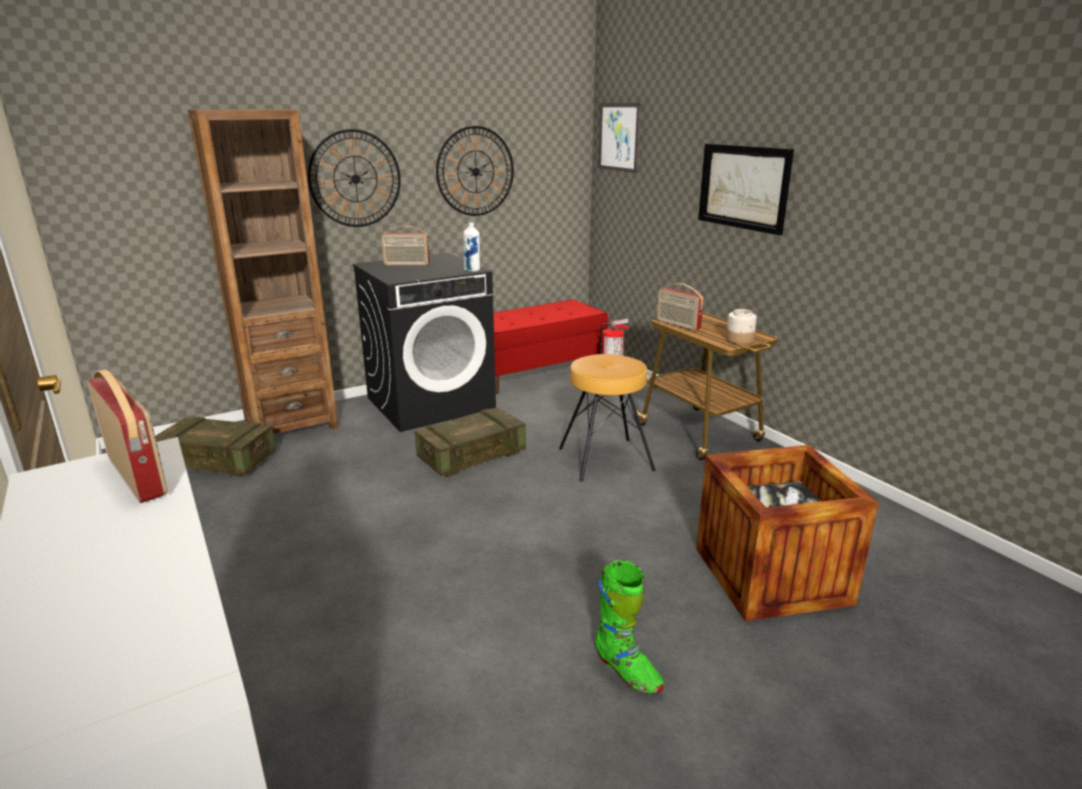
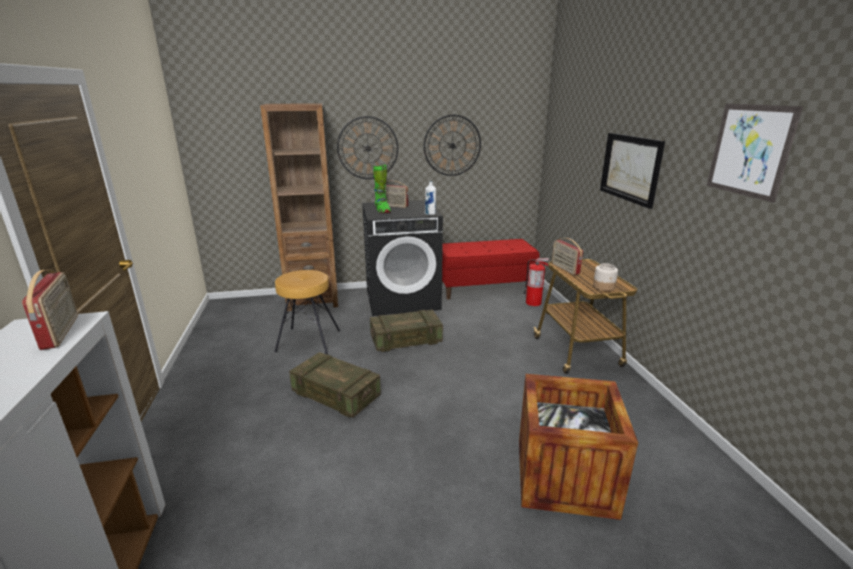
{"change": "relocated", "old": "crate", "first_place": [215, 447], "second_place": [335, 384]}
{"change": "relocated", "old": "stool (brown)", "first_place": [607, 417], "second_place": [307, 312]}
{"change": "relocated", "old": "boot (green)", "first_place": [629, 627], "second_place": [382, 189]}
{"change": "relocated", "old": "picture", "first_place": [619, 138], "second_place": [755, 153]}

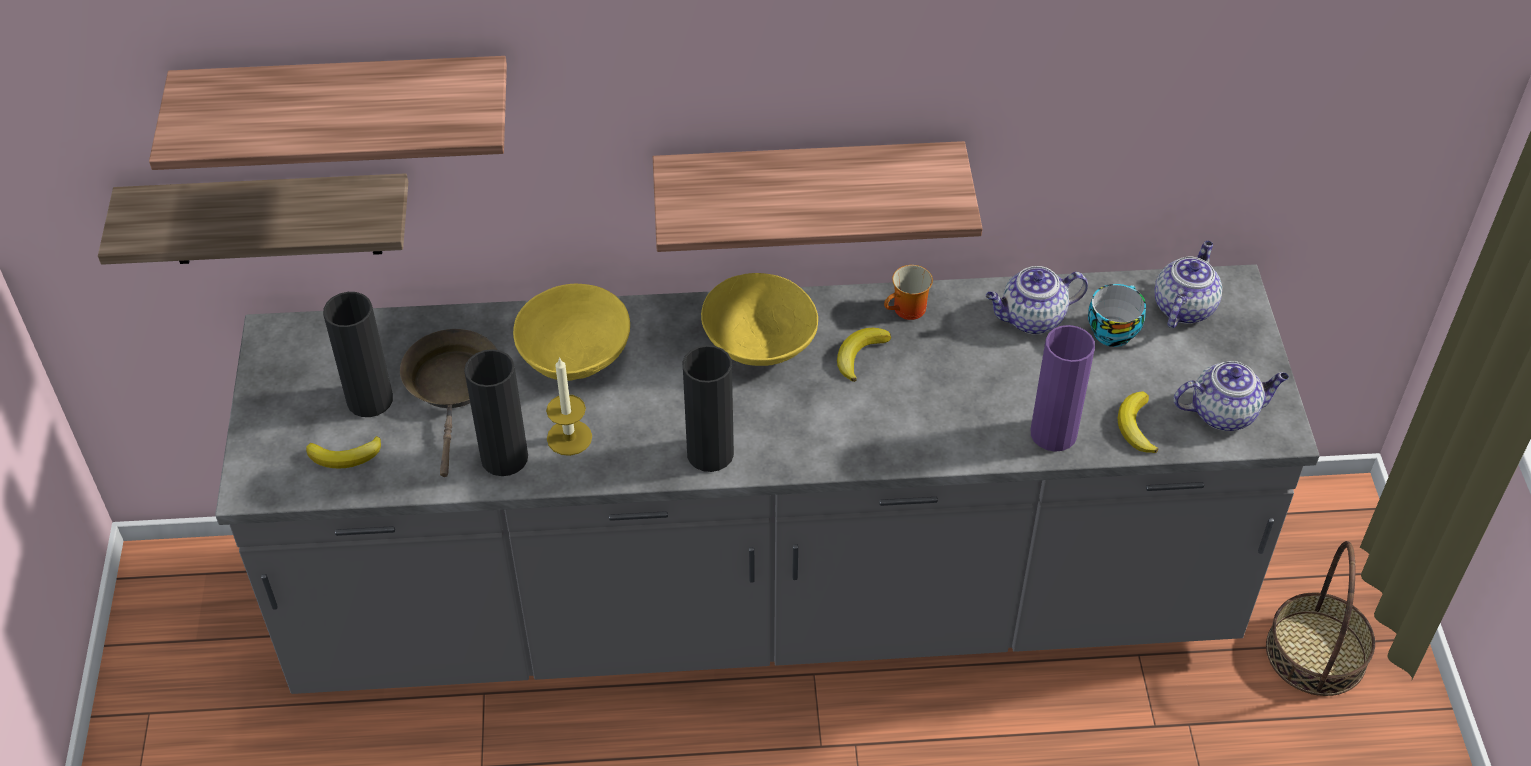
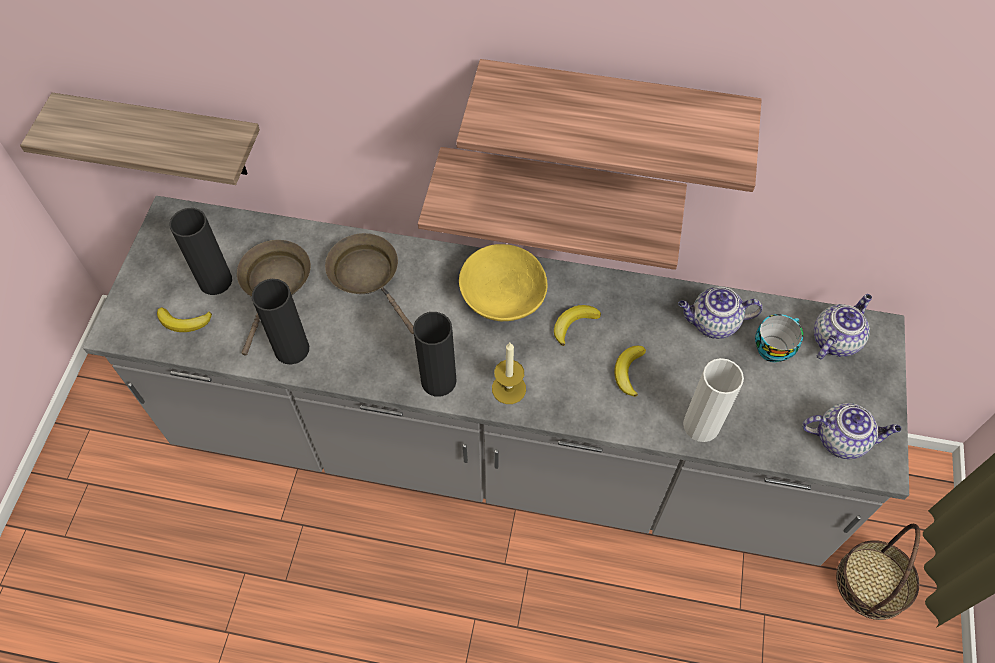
{"change": "relocated", "old": "shelf", "first_place": [328, 113], "second_place": [609, 125]}
{"change": "exchanged", "old": "bowl (yellow)", "new": "frying pan (brown)", "first_place": [571, 332], "second_place": [369, 283]}
{"change": "relocated", "old": "candle", "first_place": [569, 406], "second_place": [509, 373]}
{"change": "missing", "old": "mug", "first_place": [908, 292]}
{"change": "colour", "old": "vase (purple)", "new": "vase (white)", "first_place": [1063, 388], "second_place": [713, 400]}
{"change": "relocated", "old": "banana", "first_place": [1138, 422], "second_place": [630, 371]}

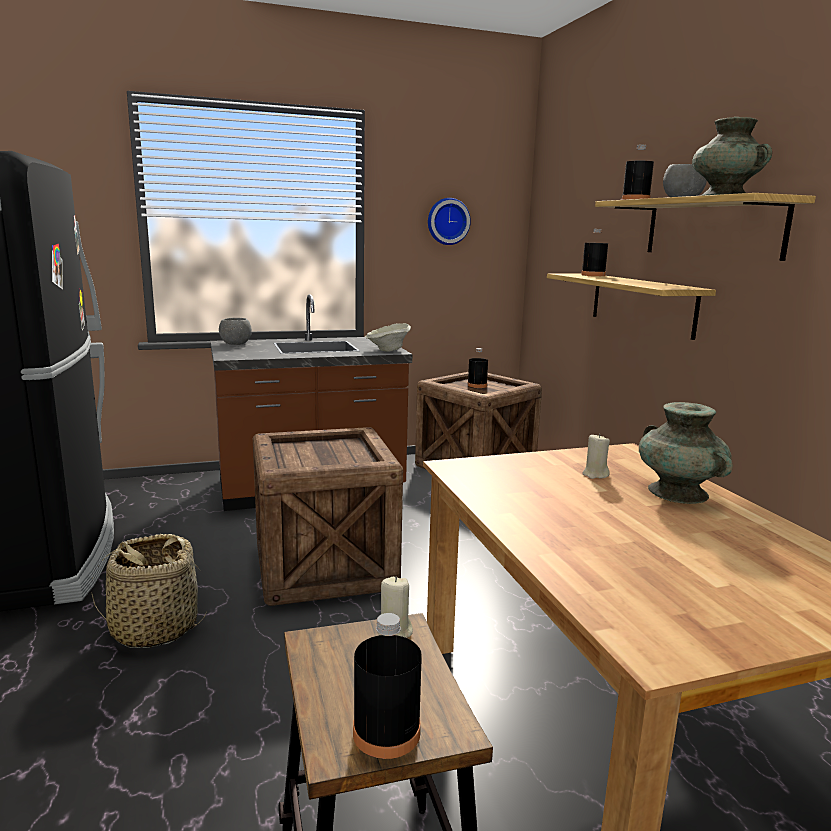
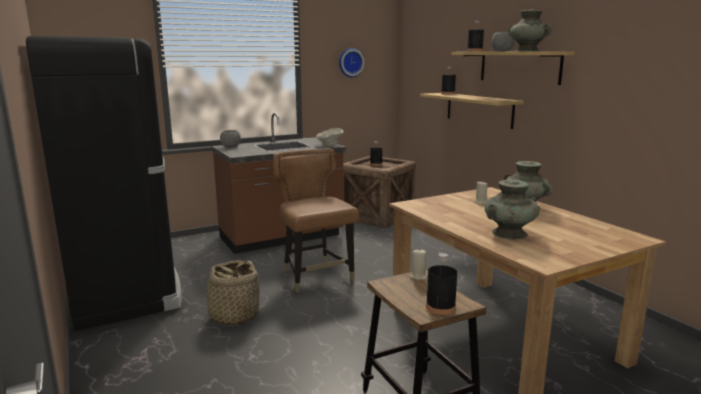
{"change": "exchanged", "old": "crate", "new": "chair (brown)", "first_place": [328, 516], "second_place": [316, 221]}
{"change": "appeared", "new": "vase (turquoise)", "second_place": [512, 209]}

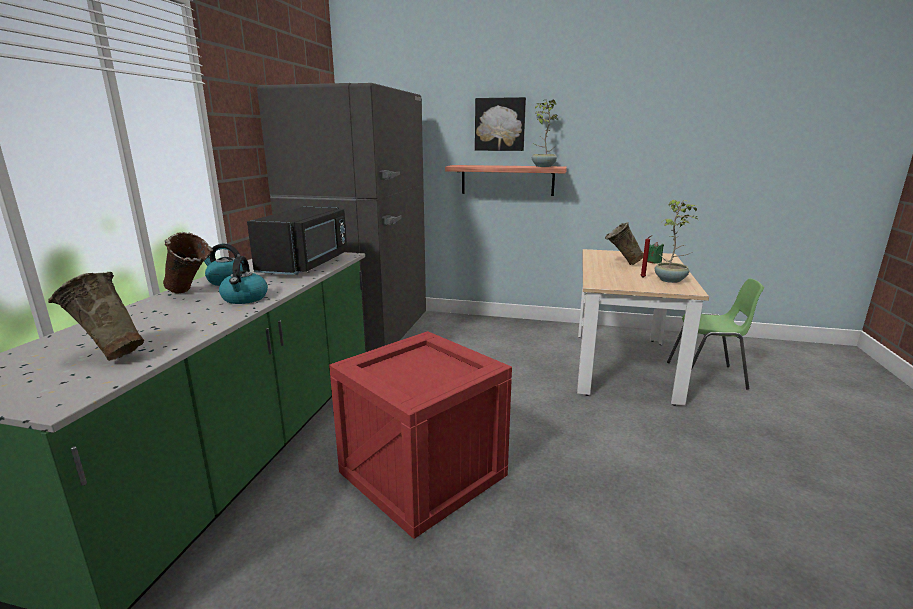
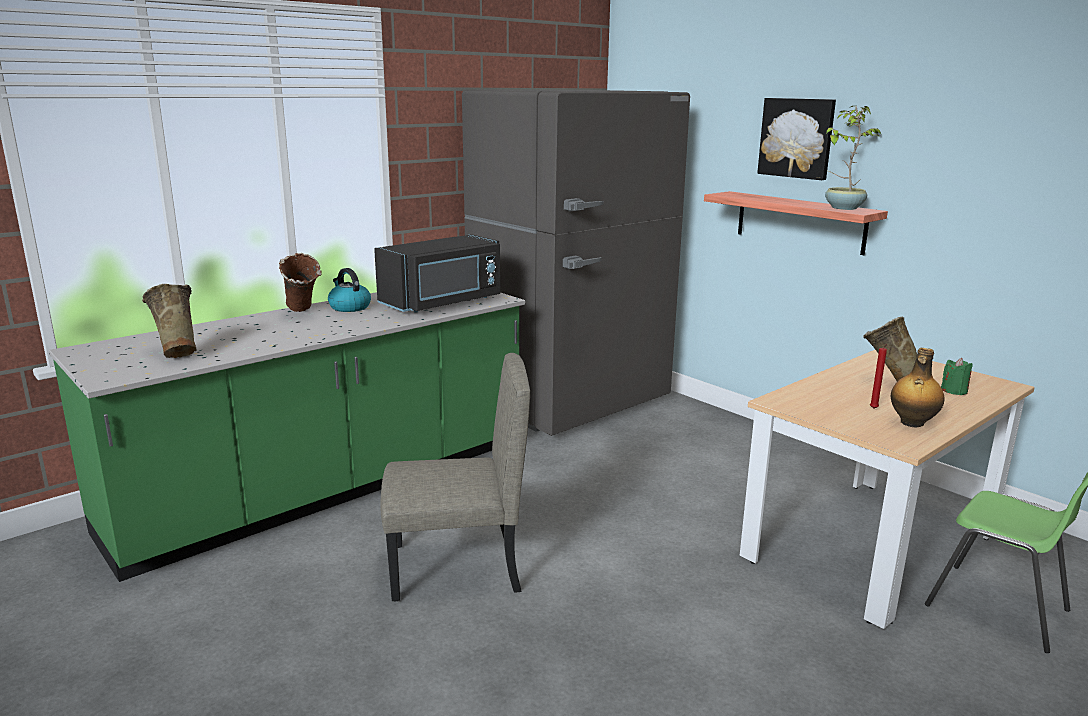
{"change": "missing", "old": "kettle", "first_place": [243, 280]}
{"change": "exchanged", "old": "crate", "new": "chair (beige)", "first_place": [420, 435], "second_place": [455, 477]}
{"change": "exchanged", "old": "potted plant", "new": "bottle", "first_place": [676, 241], "second_place": [918, 387]}

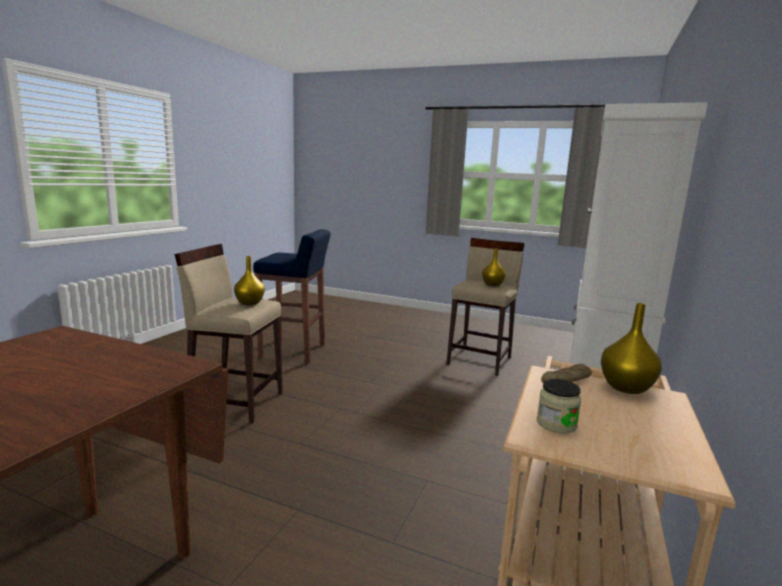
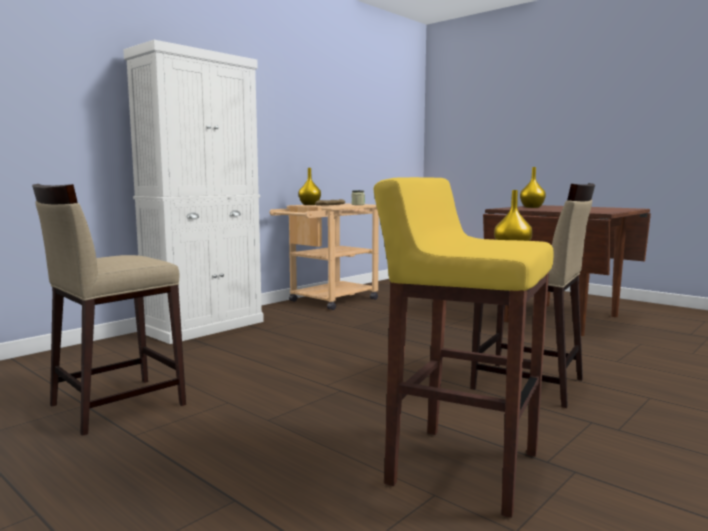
{"change": "colour", "old": "stool (blue)", "new": "stool (yellow)", "first_place": [292, 296], "second_place": [463, 347]}
{"change": "relocated", "old": "vase (yellow)", "first_place": [494, 267], "second_place": [533, 187]}

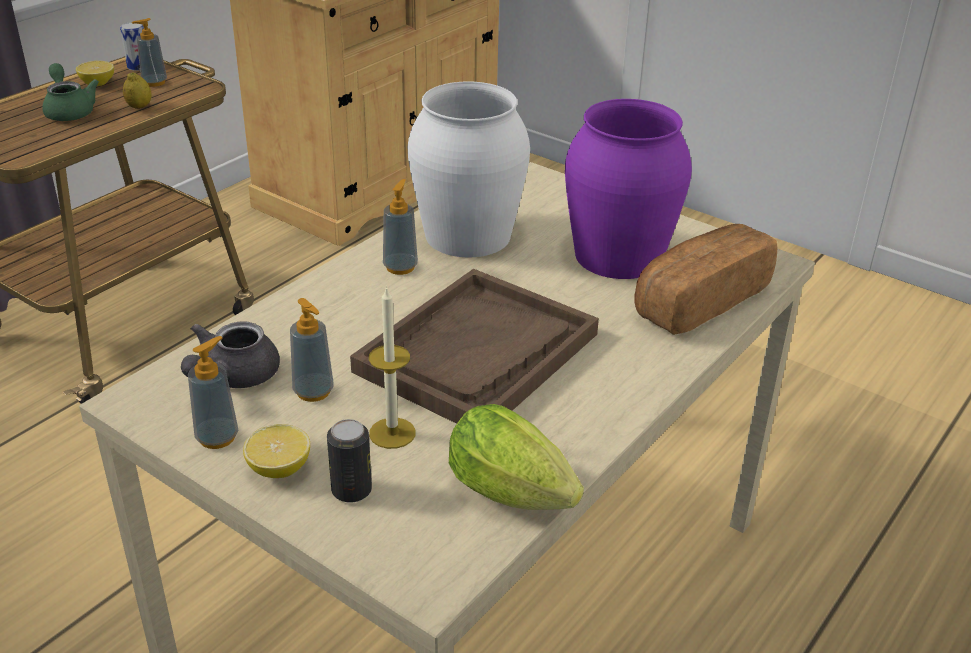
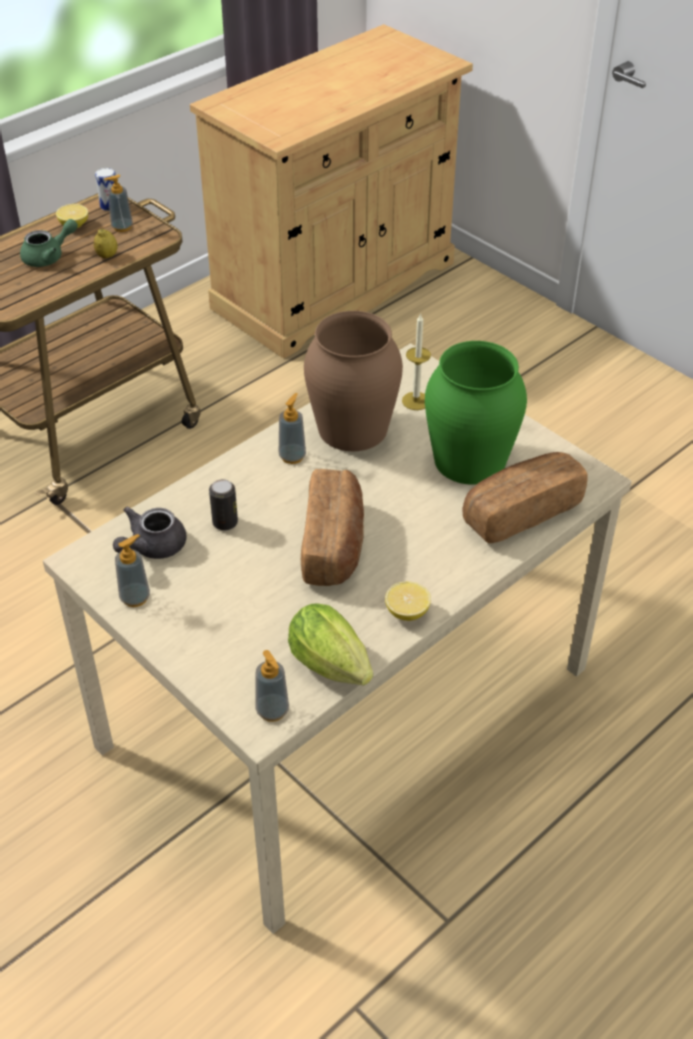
{"change": "spun", "old": "teapot (green)", "first_place": [70, 92], "second_place": [49, 243], "degrees": 75}
{"change": "relocated", "old": "lemon", "first_place": [276, 451], "second_place": [408, 601]}
{"change": "relocated", "old": "soap dispenser", "first_place": [311, 350], "second_place": [272, 686]}
{"change": "relocated", "old": "can", "first_place": [349, 461], "second_place": [223, 505]}
{"change": "exchanged", "old": "tray (brown)", "new": "bread", "first_place": [474, 346], "second_place": [332, 527]}
{"change": "relocated", "old": "candle", "first_place": [392, 367], "second_place": [416, 361]}
{"change": "colour", "old": "vase (white)", "new": "vase (brown)", "first_place": [469, 169], "second_place": [353, 381]}
{"change": "colour", "old": "vase (purple)", "new": "vase (green)", "first_place": [628, 189], "second_place": [476, 413]}

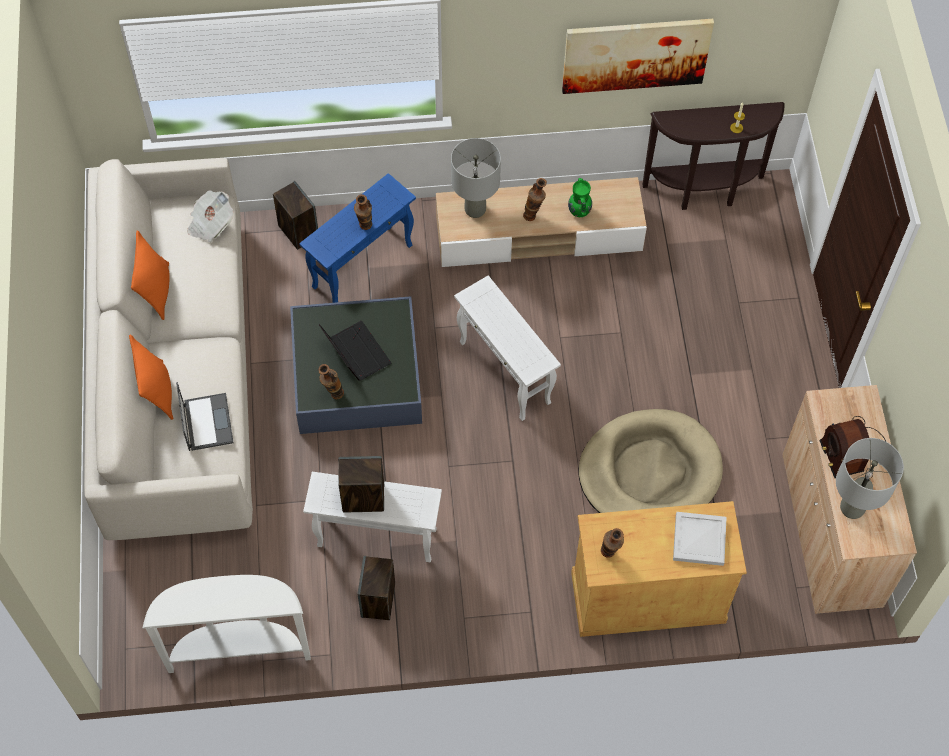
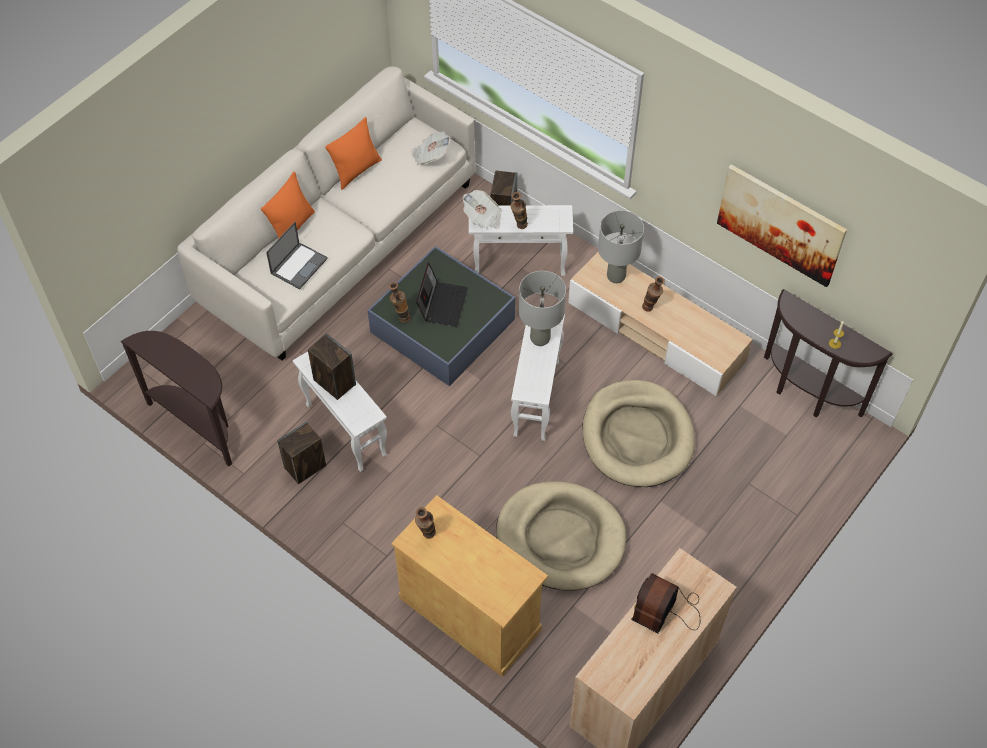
{"change": "colour", "old": "console table (white)", "new": "console table (brown)", "first_place": [227, 624], "second_place": [176, 398]}
{"change": "colour", "old": "side table (blue)", "new": "side table (white)", "first_place": [357, 238], "second_place": [521, 240]}
{"change": "missing", "old": "vase (green)", "first_place": [580, 197]}
{"change": "missing", "old": "tray (white)", "first_place": [700, 539]}
{"change": "relocated", "old": "table lamp (grey)", "first_place": [870, 478], "second_place": [542, 308]}
{"change": "appeared", "new": "newspaper", "second_place": [482, 209]}
{"change": "appeared", "new": "dog bed (beige)", "second_place": [639, 433]}

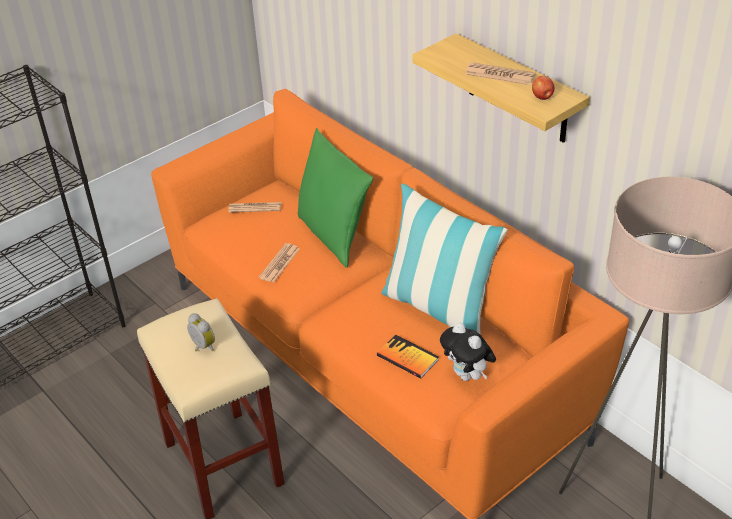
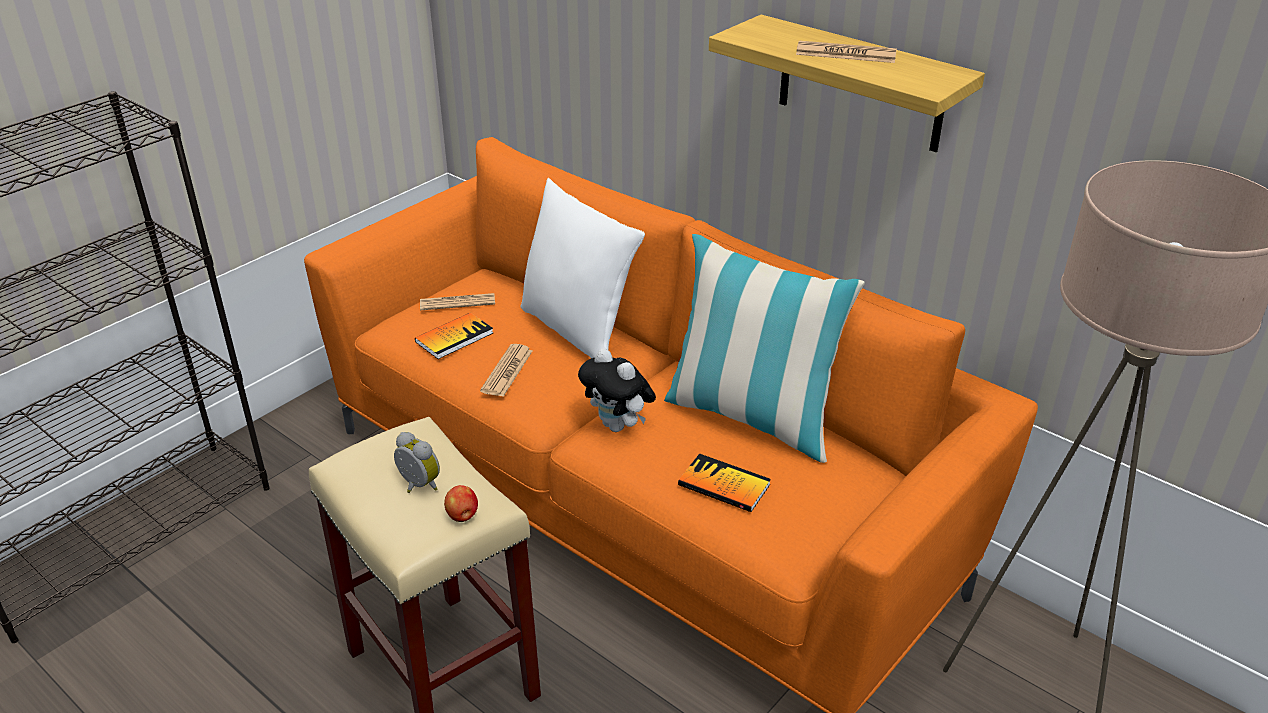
{"change": "colour", "old": "pillow (green)", "new": "pillow (white)", "first_place": [335, 198], "second_place": [583, 268]}
{"change": "relocated", "old": "plush toy", "first_place": [468, 351], "second_place": [617, 390]}
{"change": "relocated", "old": "apple", "first_place": [543, 88], "second_place": [461, 503]}
{"change": "appeared", "new": "book", "second_place": [454, 336]}

